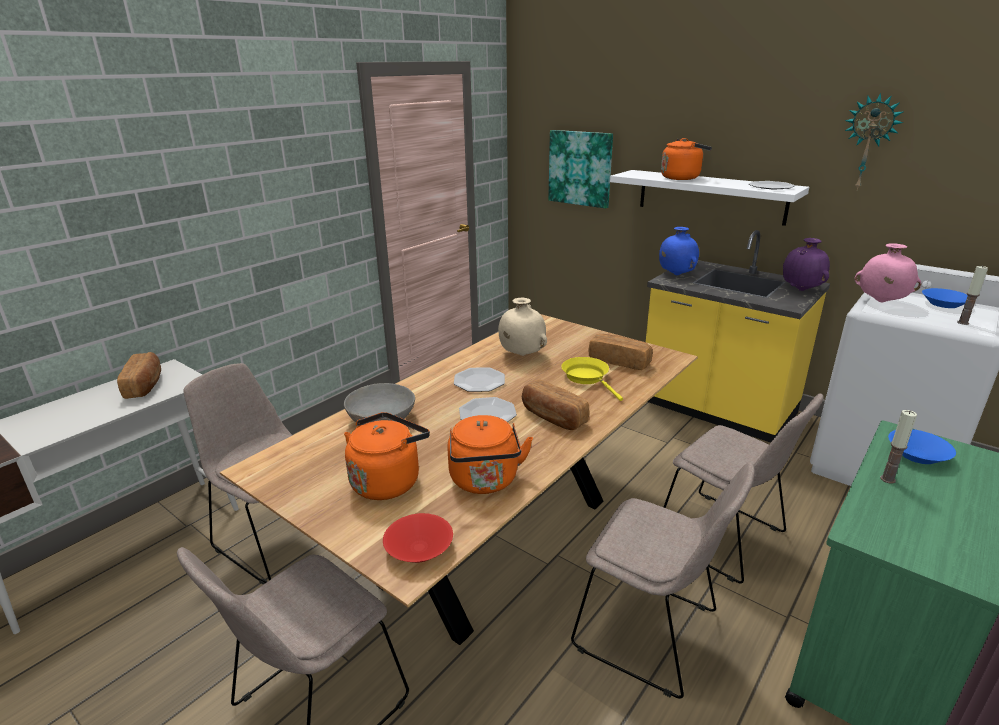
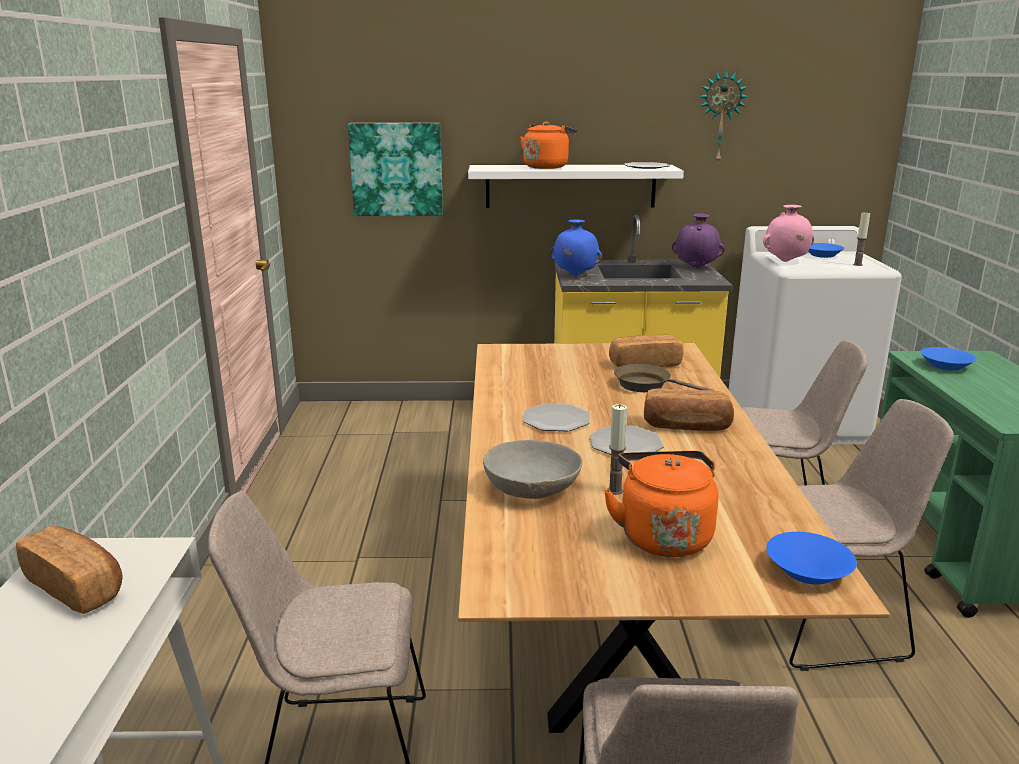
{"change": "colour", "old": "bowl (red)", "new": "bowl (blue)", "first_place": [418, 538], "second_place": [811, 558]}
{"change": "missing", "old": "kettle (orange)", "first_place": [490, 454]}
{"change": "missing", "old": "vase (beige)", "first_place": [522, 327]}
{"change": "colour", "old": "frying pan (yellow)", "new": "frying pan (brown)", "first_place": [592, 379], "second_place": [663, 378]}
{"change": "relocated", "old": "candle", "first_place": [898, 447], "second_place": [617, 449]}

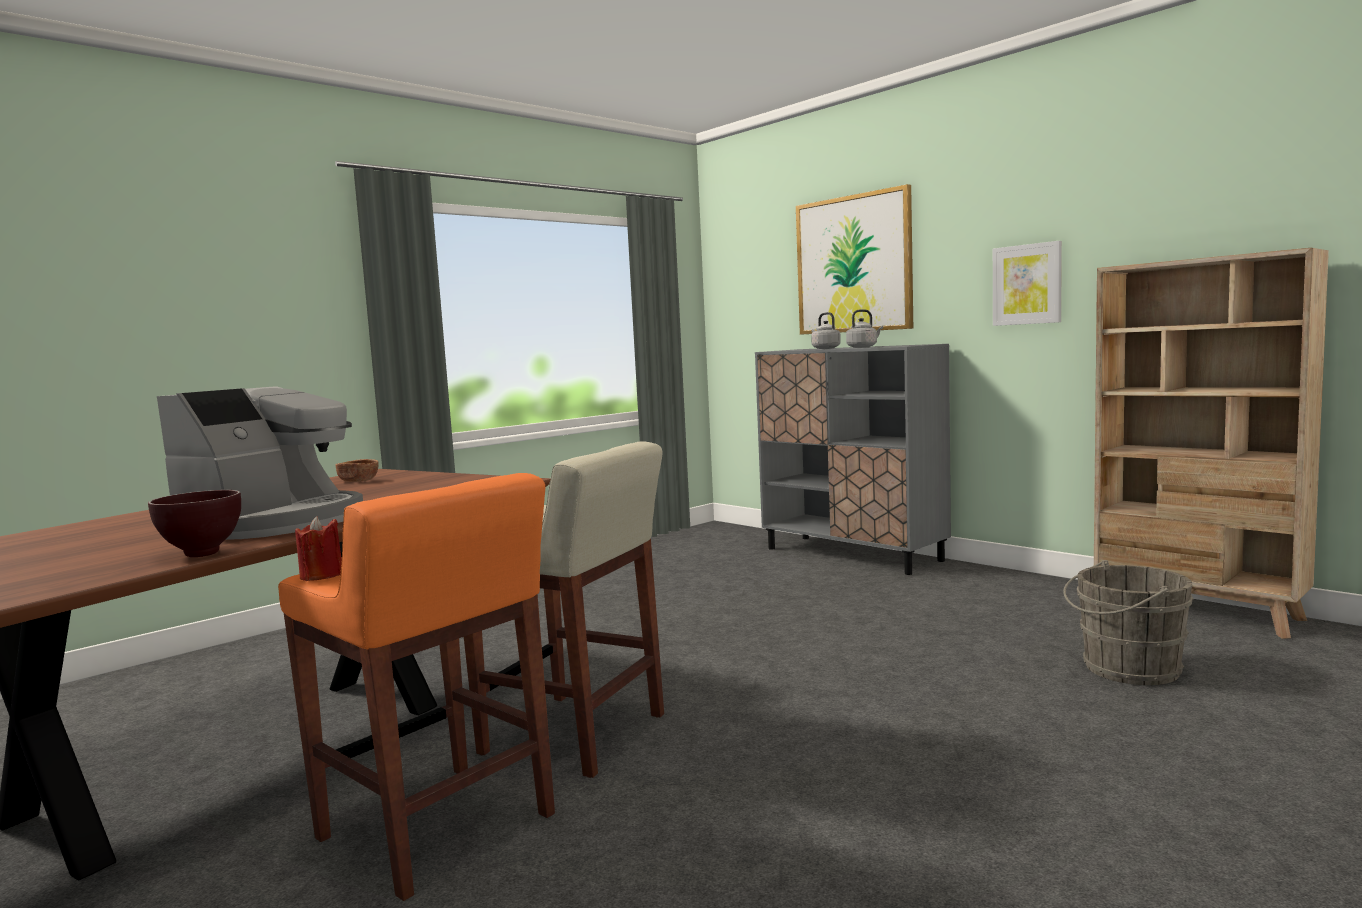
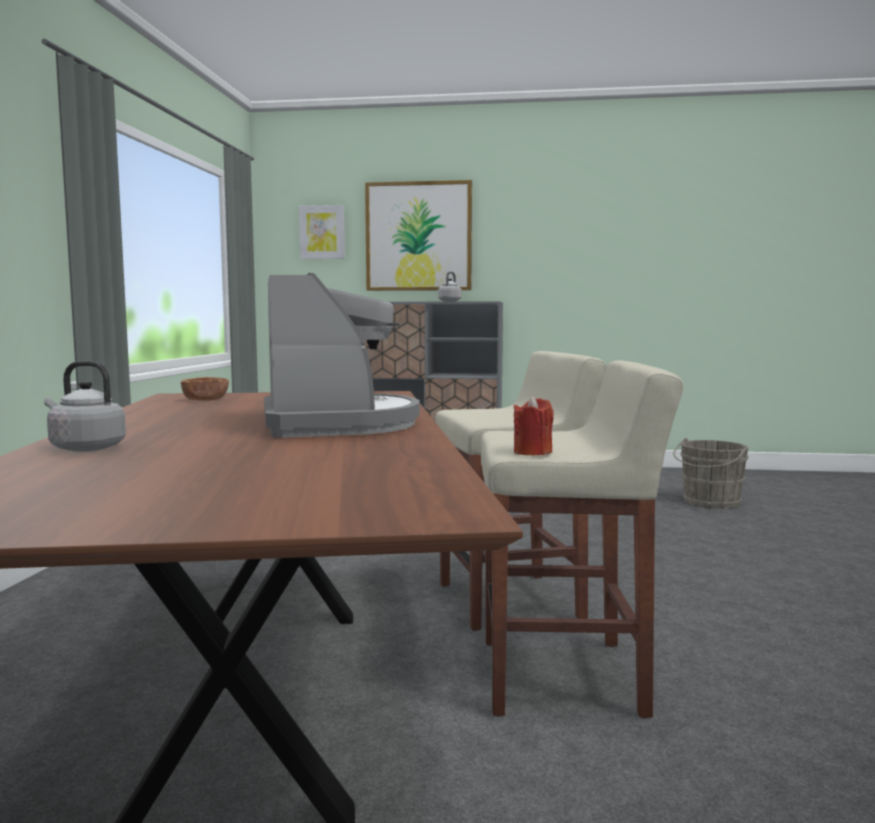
{"change": "missing", "old": "bowl (brown)", "first_place": [194, 523]}
{"change": "colour", "old": "stool (orange)", "new": "stool (beige)", "first_place": [416, 687], "second_place": [582, 539]}
{"change": "relocated", "old": "kettle (grey)", "first_place": [826, 330], "second_place": [85, 406]}
{"change": "relocated", "old": "picture", "first_place": [1027, 283], "second_place": [322, 232]}
{"change": "missing", "old": "bookcase (beige)", "first_place": [1211, 443]}

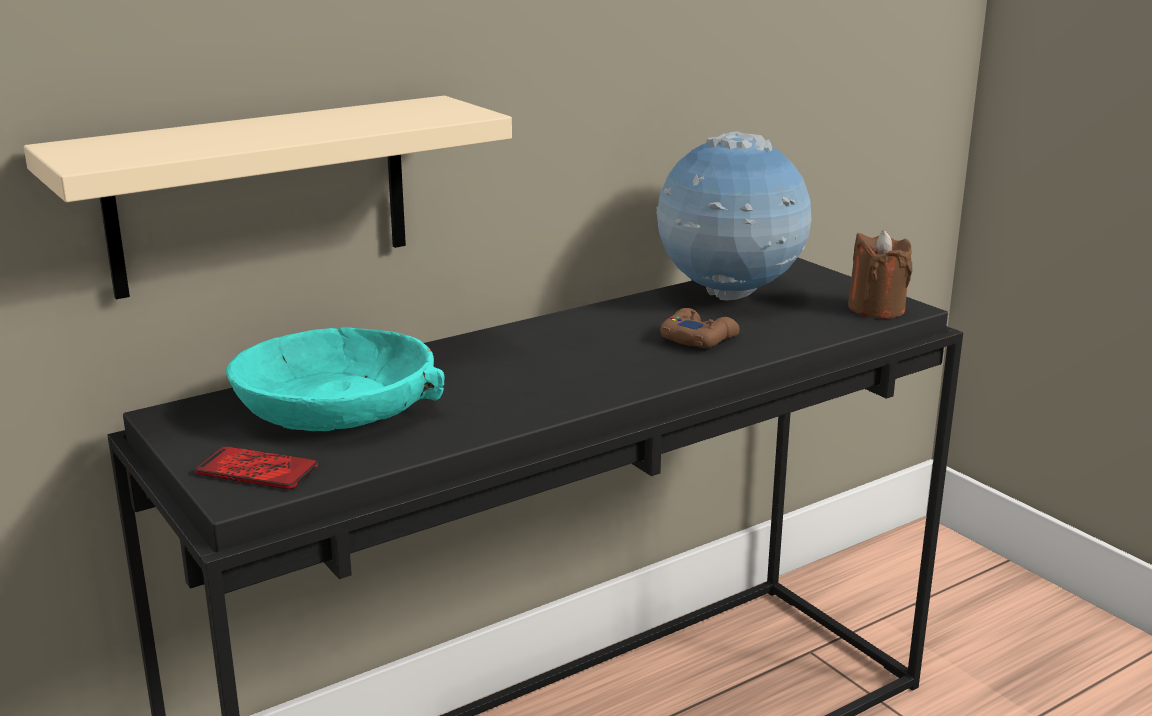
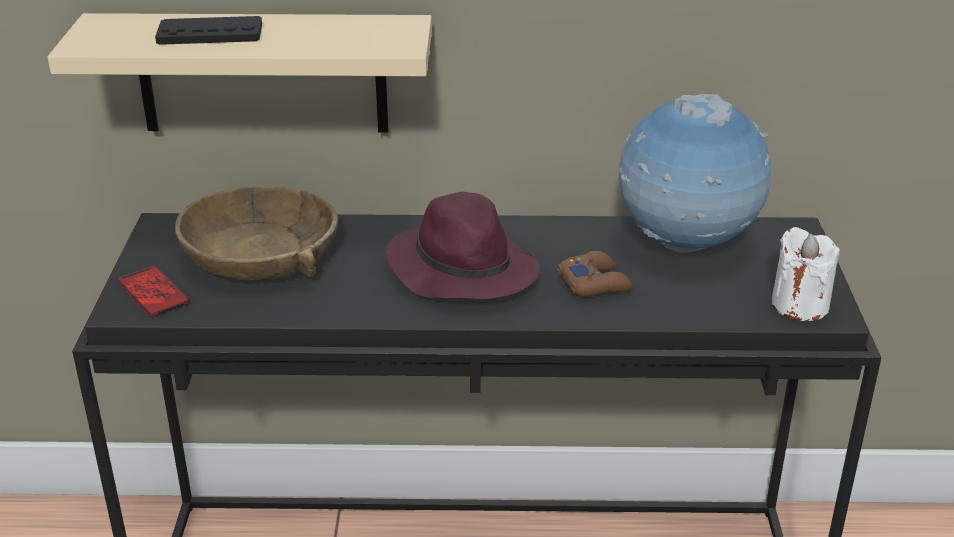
{"change": "colour", "old": "bowl (turquoise)", "new": "bowl (brown)", "first_place": [335, 379], "second_place": [256, 233]}
{"change": "colour", "old": "candle (brown)", "new": "candle (white)", "first_place": [880, 274], "second_place": [805, 274]}
{"change": "appeared", "new": "game controller (black)", "second_place": [208, 30]}
{"change": "appeared", "new": "hat (purple)", "second_place": [462, 246]}

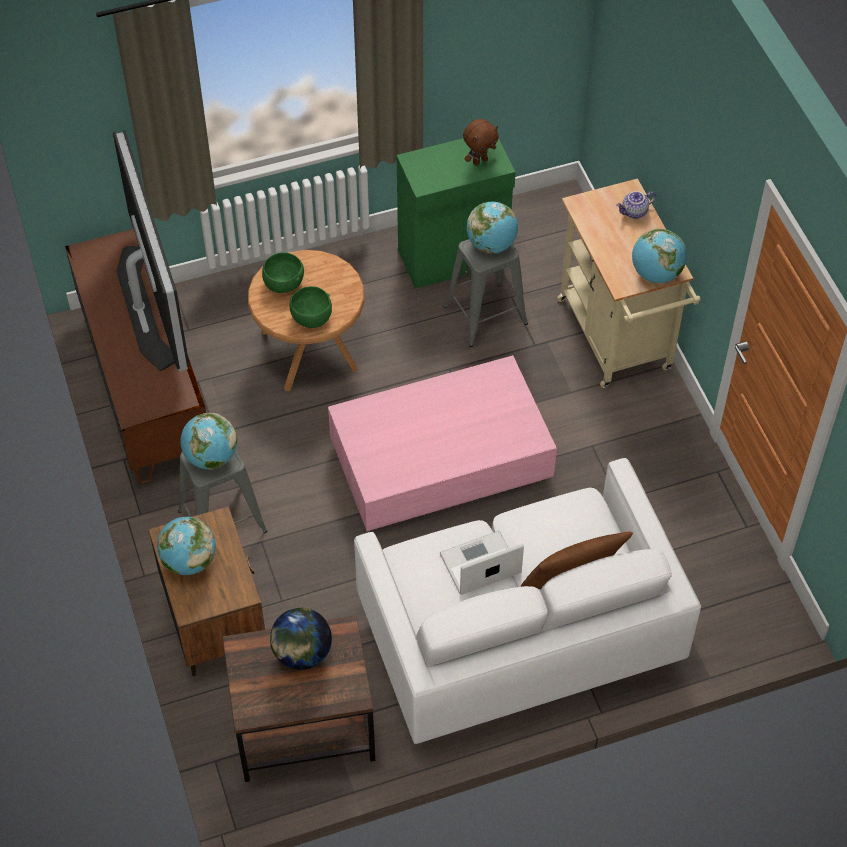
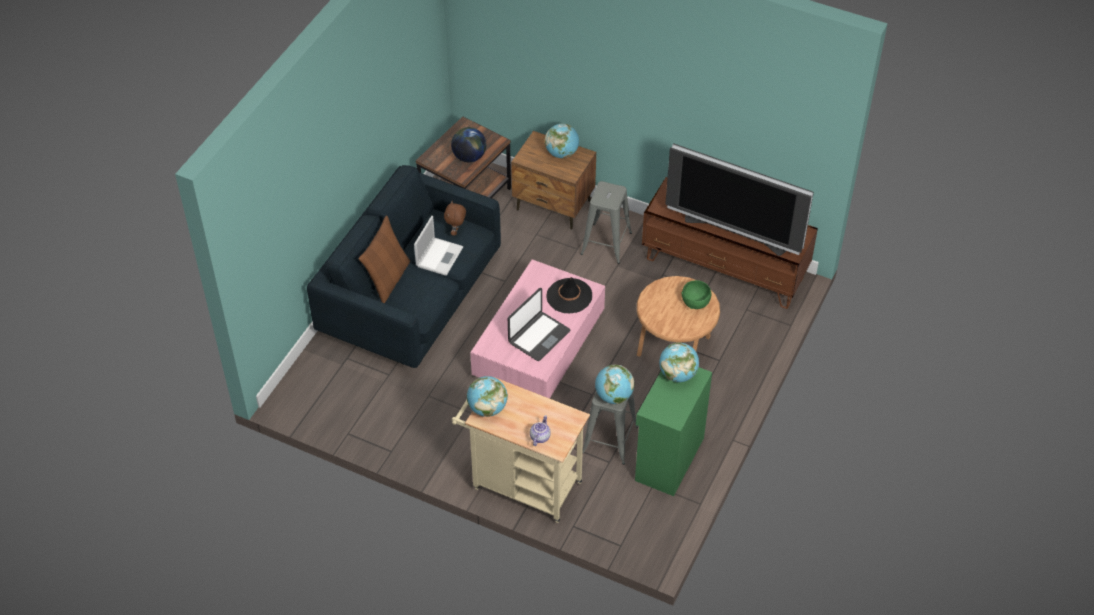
{"change": "relocated", "old": "globe", "first_place": [209, 441], "second_place": [679, 362]}
{"change": "missing", "old": "bowl (green)", "first_place": [311, 307]}
{"change": "colour", "old": "sofa (white)", "new": "sofa (blue)", "first_place": [527, 601], "second_place": [404, 266]}
{"change": "relocated", "old": "plush toy (brown)", "first_place": [481, 142], "second_place": [455, 218]}
{"change": "appeared", "new": "laptop", "second_place": [539, 324]}
{"change": "appeared", "new": "hat (black)", "second_place": [569, 295]}

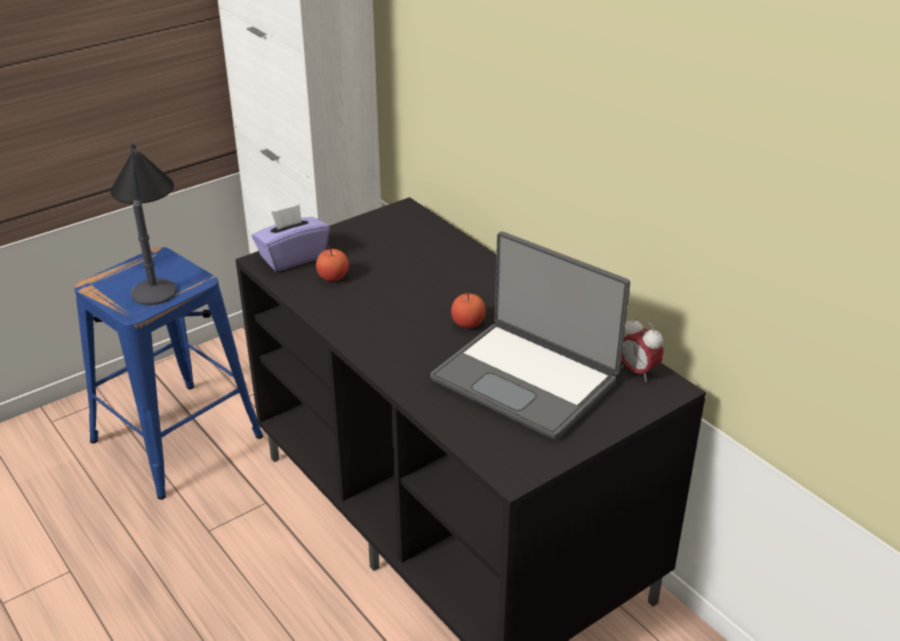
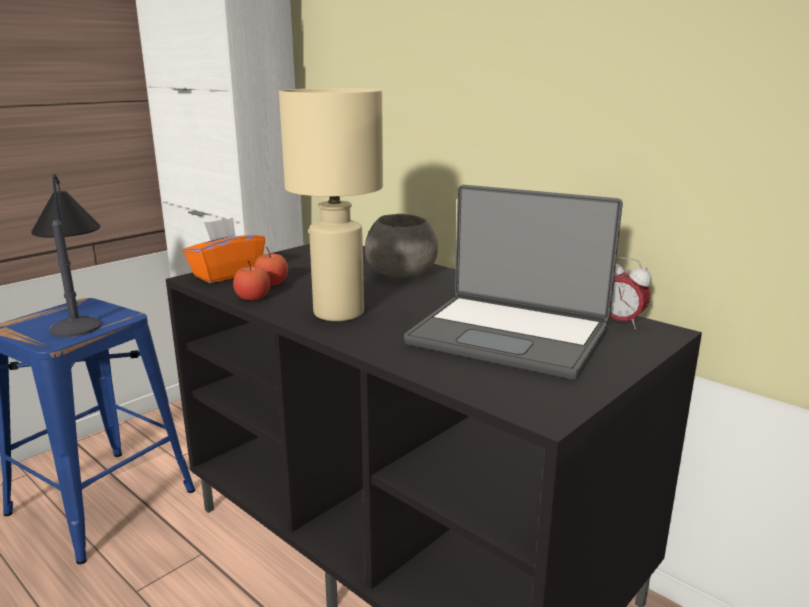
{"change": "colour", "old": "tissue box (purple)", "new": "tissue box (orange)", "first_place": [291, 238], "second_place": [224, 250]}
{"change": "relocated", "old": "apple", "first_place": [468, 310], "second_place": [251, 281]}
{"change": "appeared", "new": "table lamp (beige)", "second_place": [331, 204]}
{"change": "appeared", "new": "bowl (grey)", "second_place": [401, 245]}

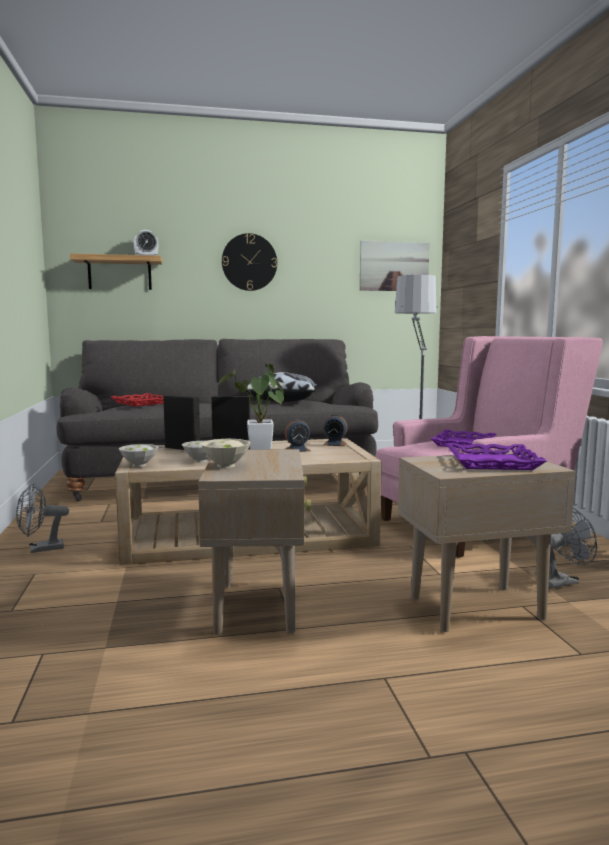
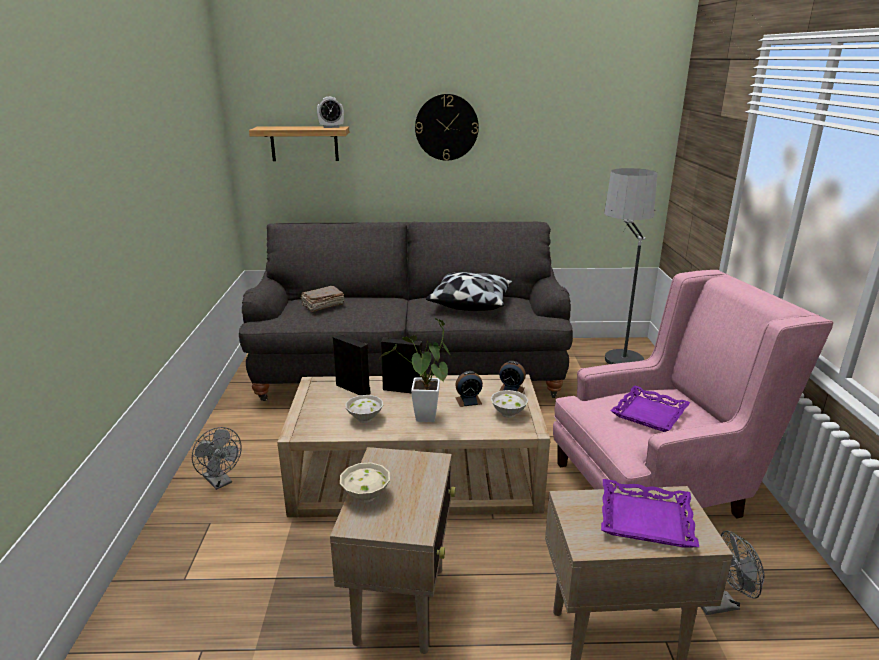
{"change": "spun", "old": "fan (grey)", "first_place": [42, 518], "second_place": [217, 458], "degrees": -120}
{"change": "exchanged", "old": "tray (red)", "new": "book (brown)", "first_place": [137, 399], "second_place": [322, 299]}
{"change": "relocated", "old": "bowl (white)", "first_place": [139, 455], "second_place": [509, 404]}
{"change": "missing", "old": "picture", "first_place": [395, 266]}

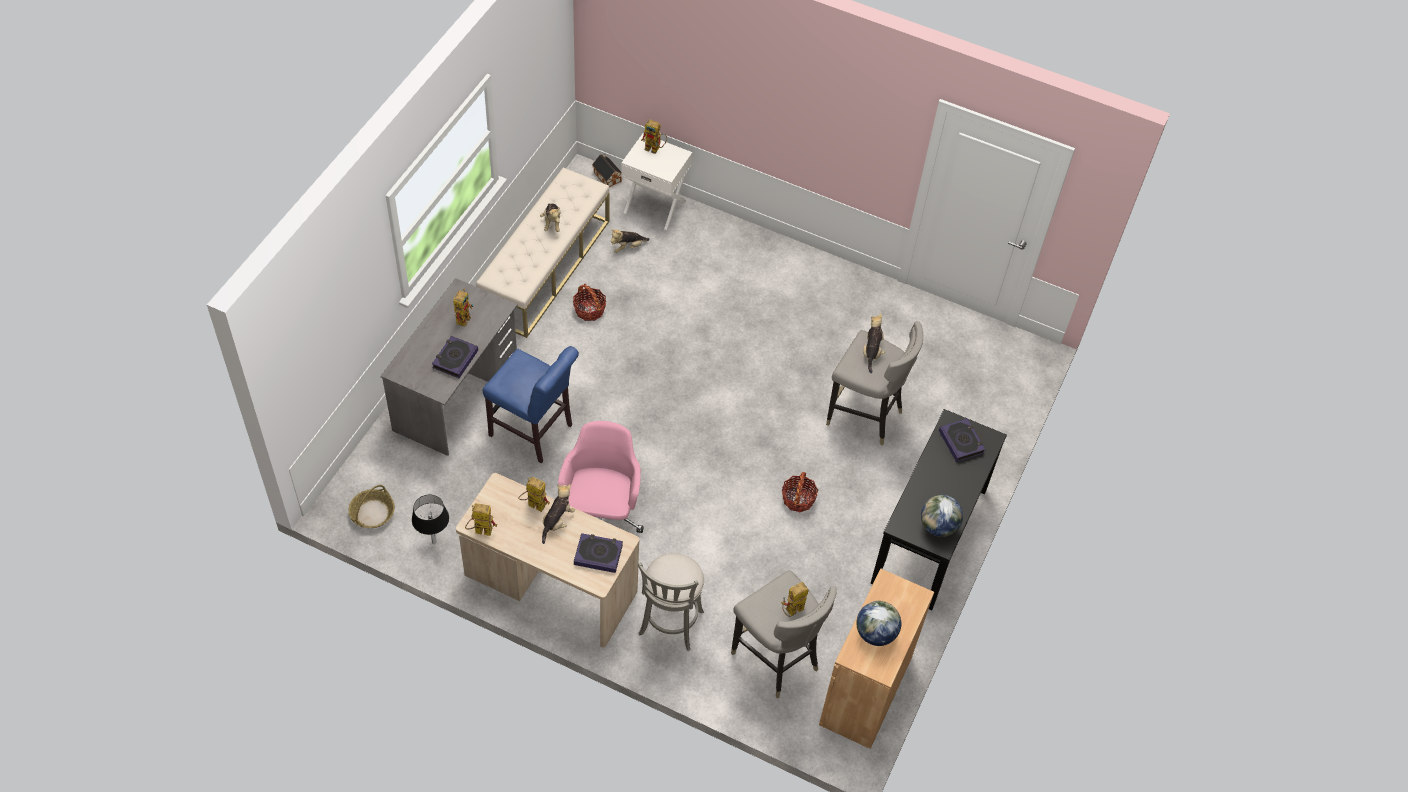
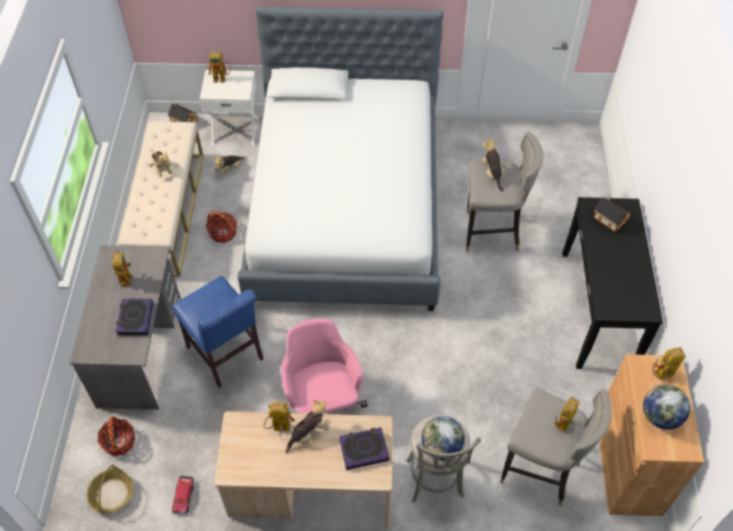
{"change": "exchanged", "old": "table lamp (black)", "new": "toy car", "first_place": [430, 519], "second_place": [183, 495]}
{"change": "relocated", "old": "toy robot", "first_place": [481, 519], "second_place": [669, 363]}
{"change": "spun", "old": "chair (blue)", "first_place": [530, 404], "second_place": [218, 332], "degrees": 45}
{"change": "spun", "old": "plush toy", "first_place": [558, 514], "second_place": [307, 426], "degrees": 45}
{"change": "relocated", "old": "basket", "first_place": [800, 492], "second_place": [116, 436]}
{"change": "relocated", "old": "globe", "first_place": [942, 516], "second_place": [443, 438]}
{"change": "exchanged", "old": "book", "new": "toy house", "first_place": [962, 440], "second_place": [611, 214]}
{"change": "appeared", "new": "bed", "second_place": [341, 158]}

